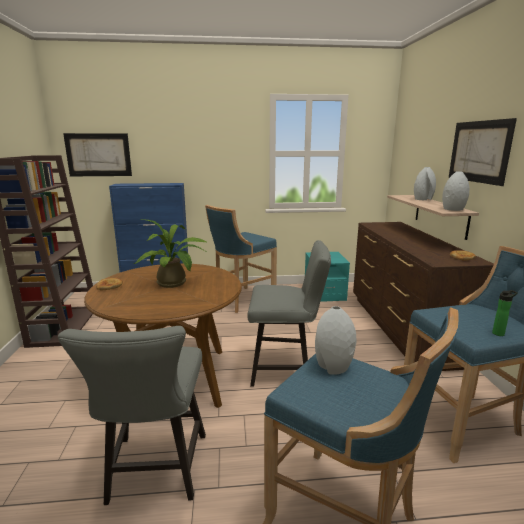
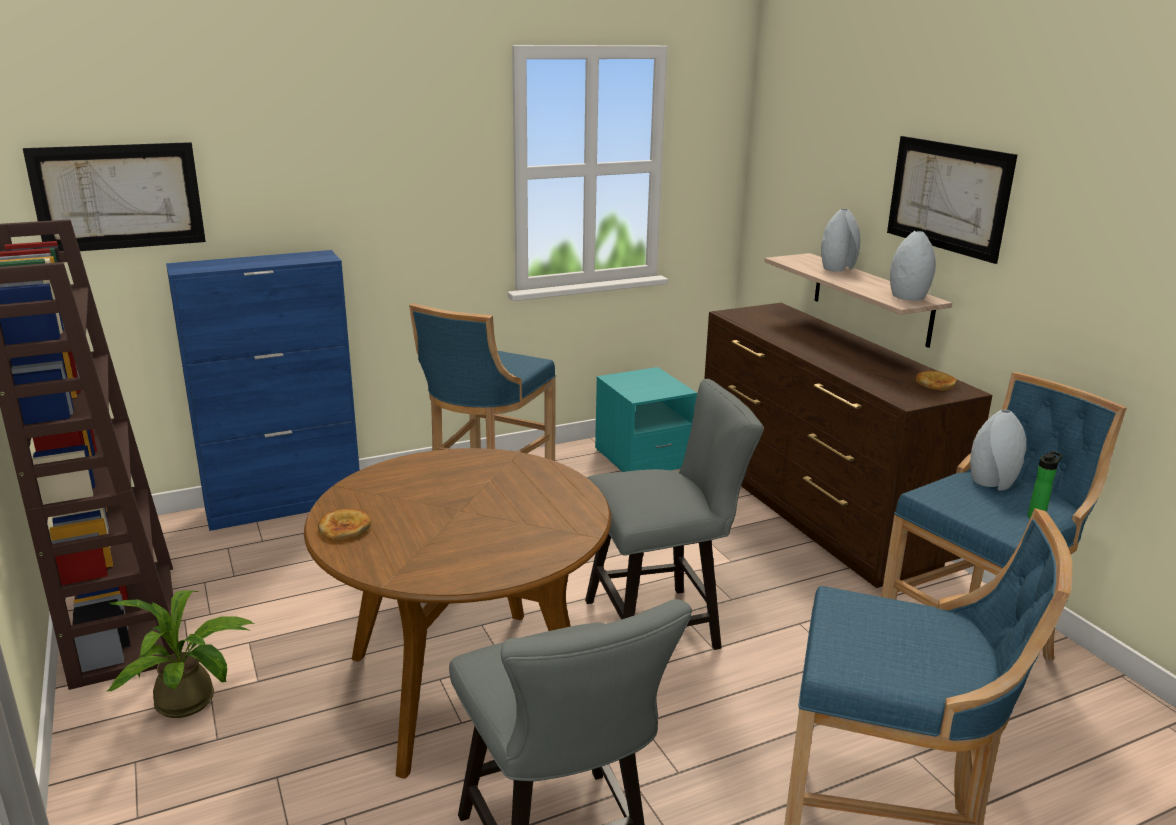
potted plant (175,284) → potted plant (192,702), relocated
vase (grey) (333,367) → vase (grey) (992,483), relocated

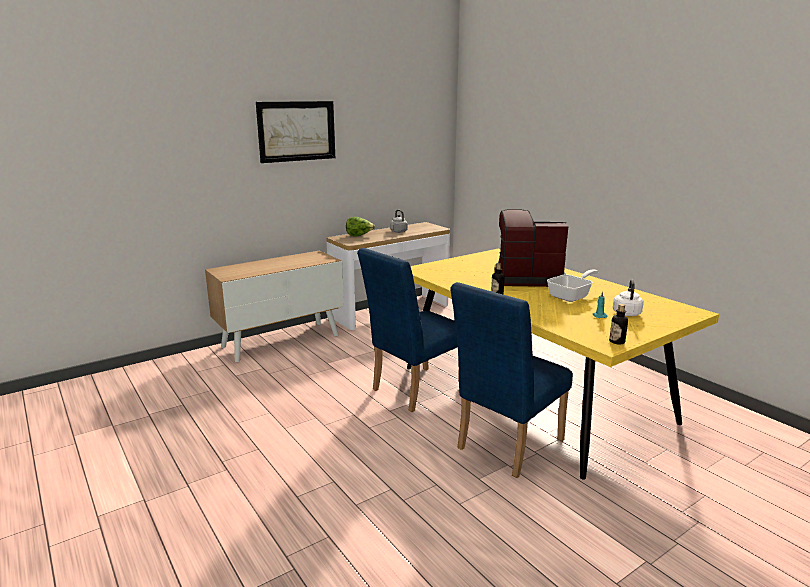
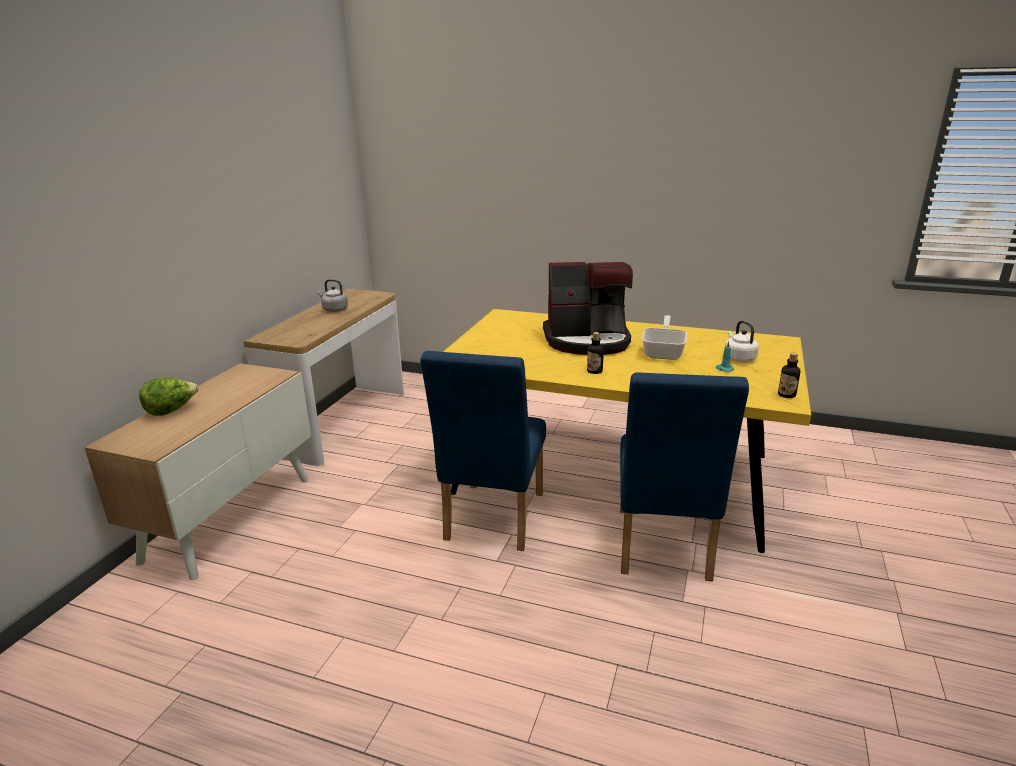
lettuce (359,236) → lettuce (171,411), relocated
coffee machine (527,278) → coffee machine (587,341), 150 degrees counterclockwise
picture (296,131) → -

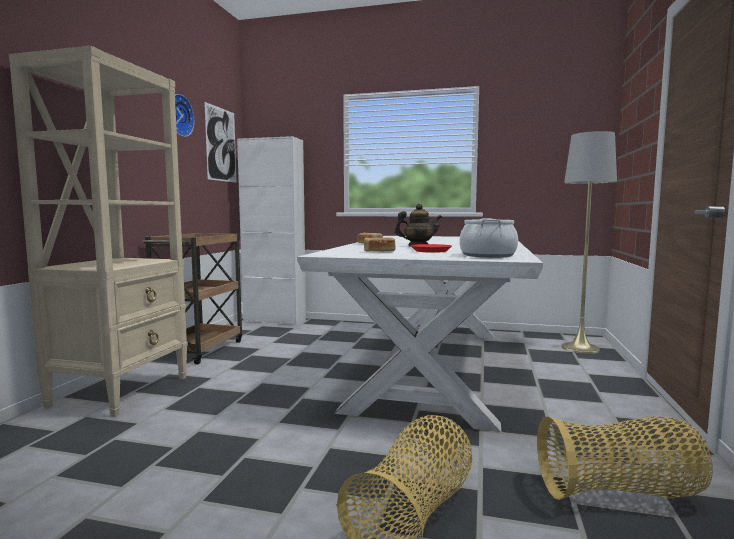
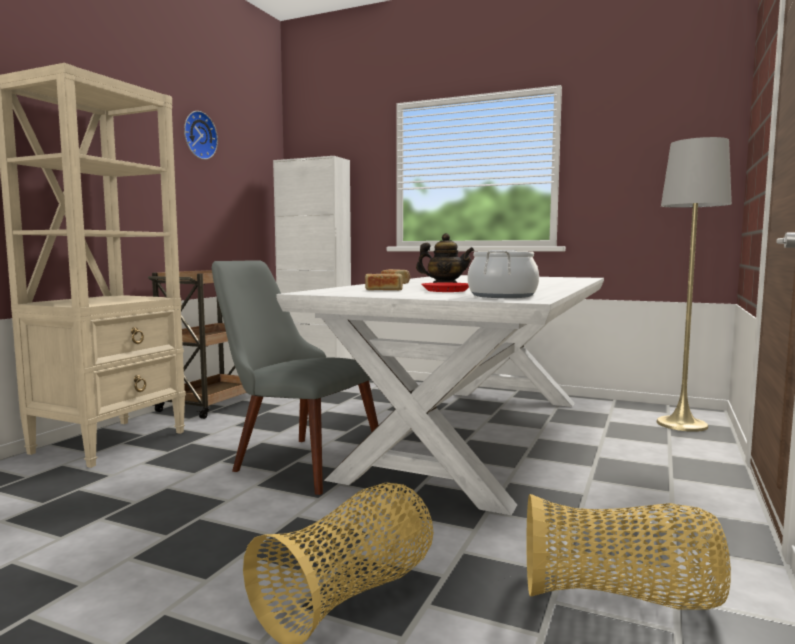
- → chair (grey) (294,460)
picture (221,144) → -

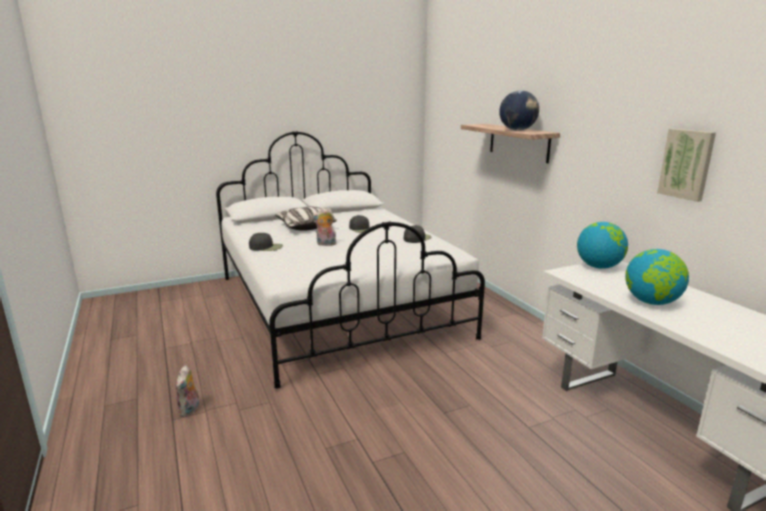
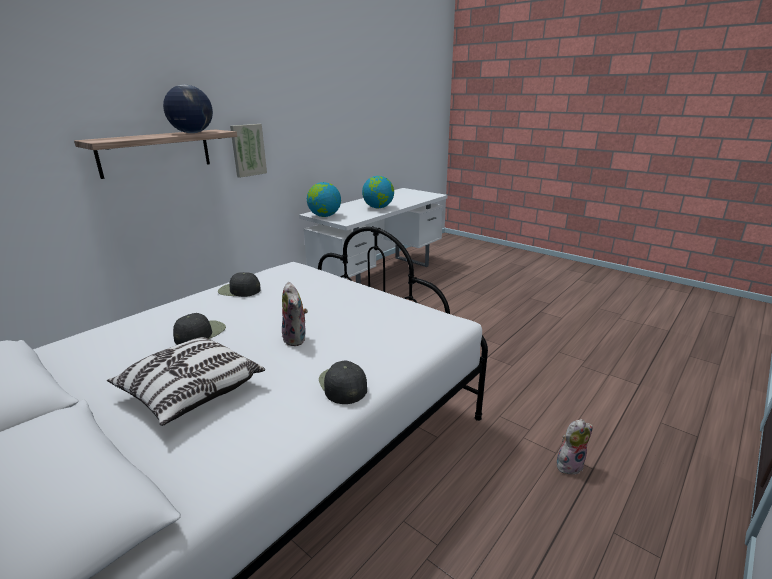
picture (687,164) → picture (248,150), relocated

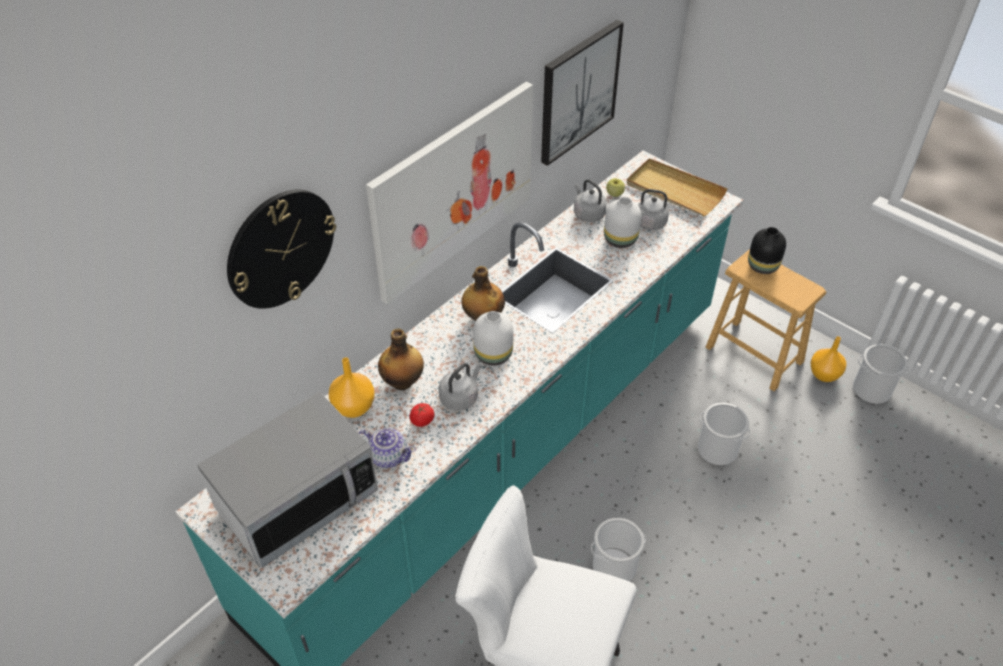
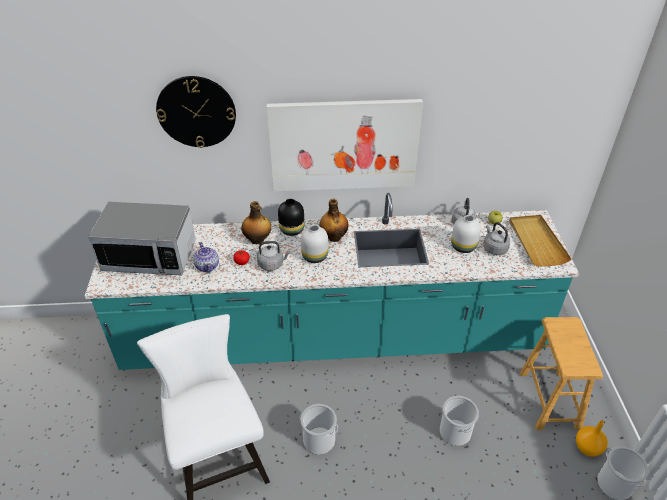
vase (black) (762,266) → vase (black) (291,230), relocated
vase (orange) (354,406) → -
picture (578,92) → -

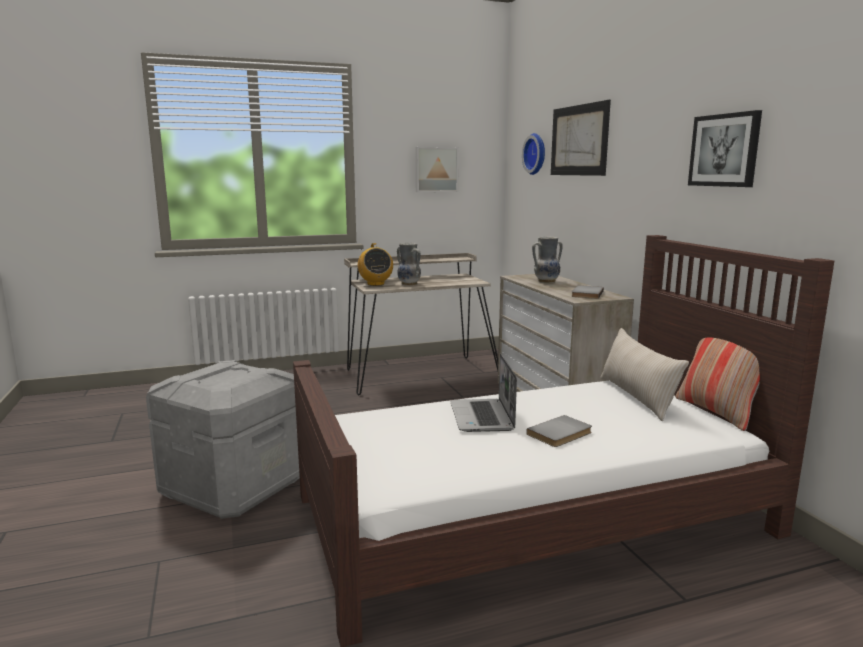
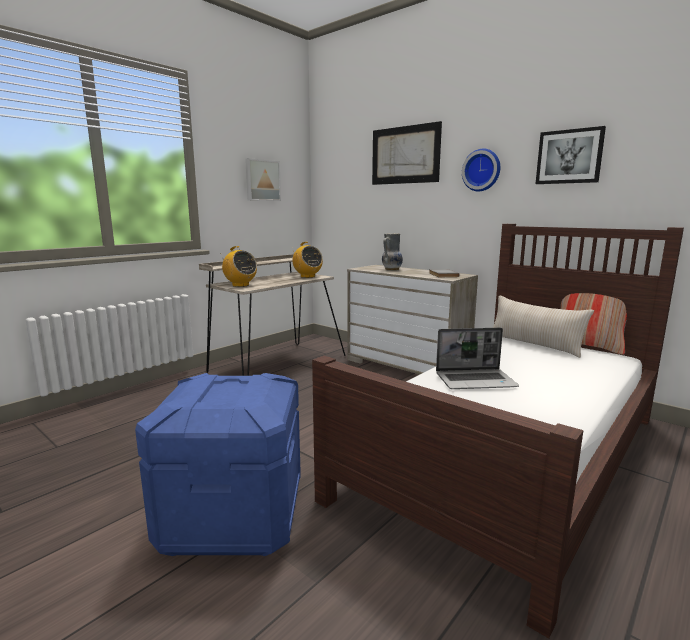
storage box (grey) (233,486) → storage box (blue) (232,515)
- → radio (307,276)
laptop (482,417) → laptop (476,380), 60 degrees counterclockwise
wall clock (536,154) → wall clock (482,170), relocated
vase (408,284) → -
book (grey) (561,434) → -

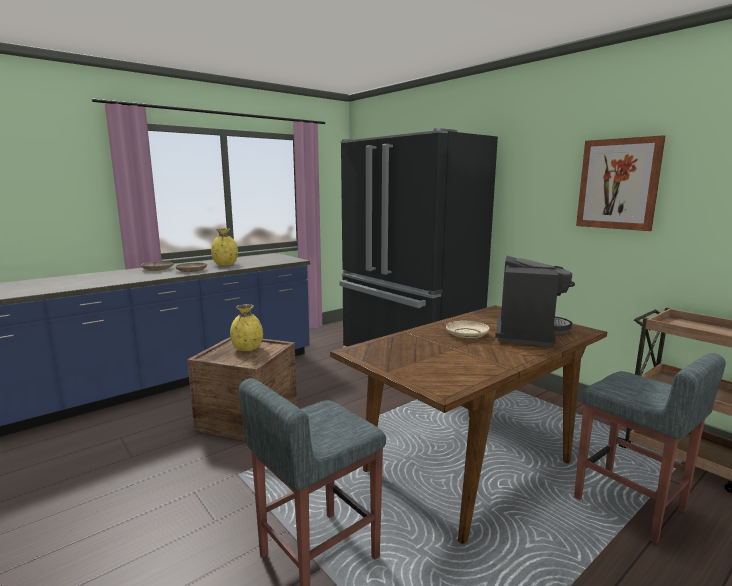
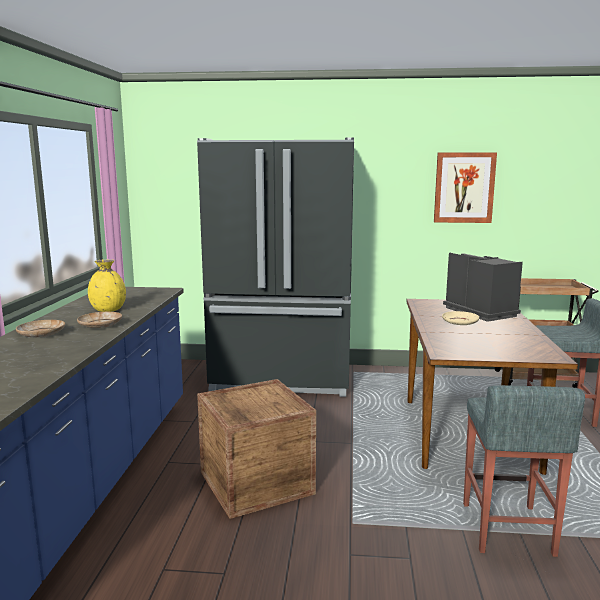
vase (yellow) (247,349) → -

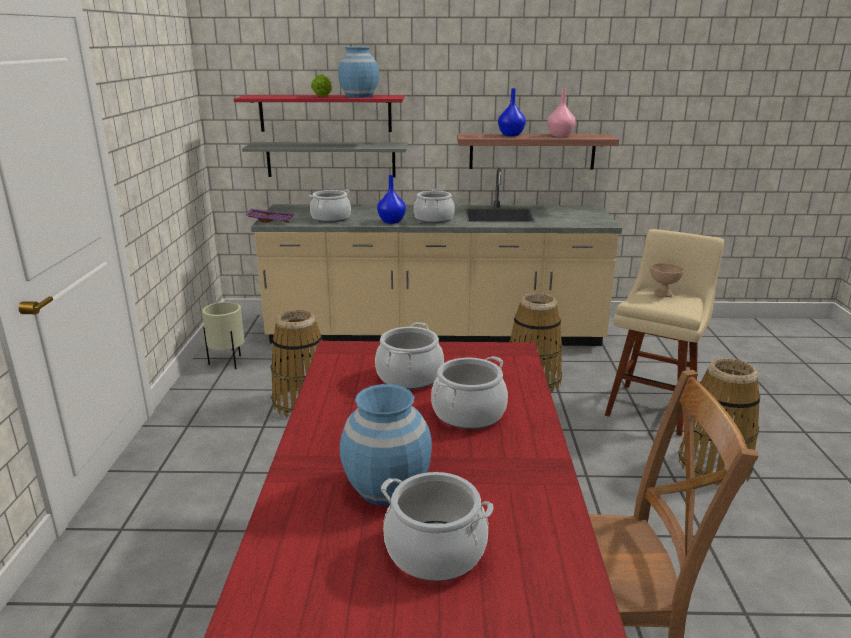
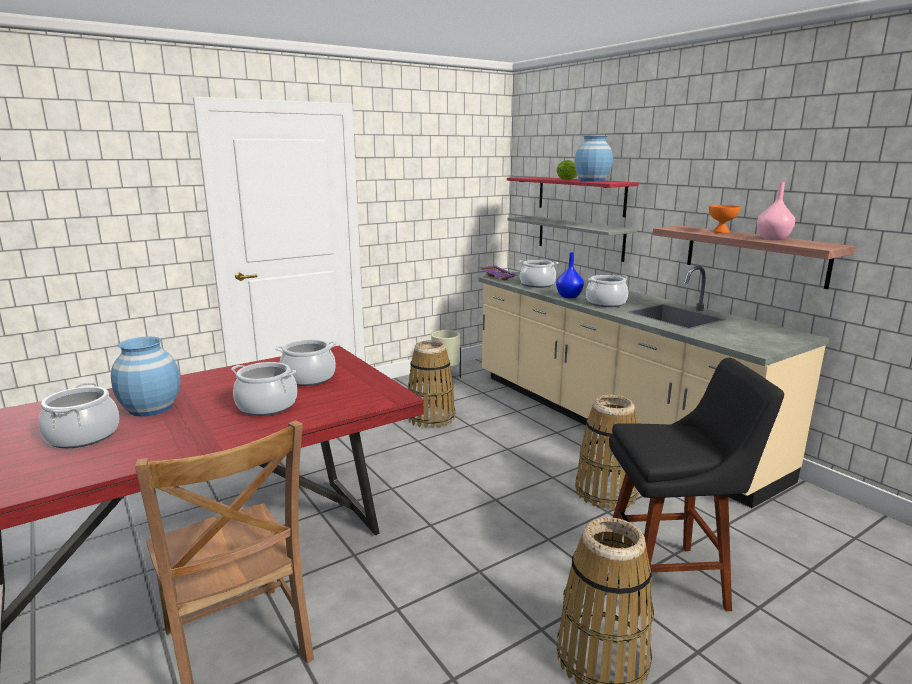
stool (beige) (653,406) → stool (black) (670,579)
vase (blue) (511,135) → bowl (orange) (721,232)
bowl (beige) (662,294) → -

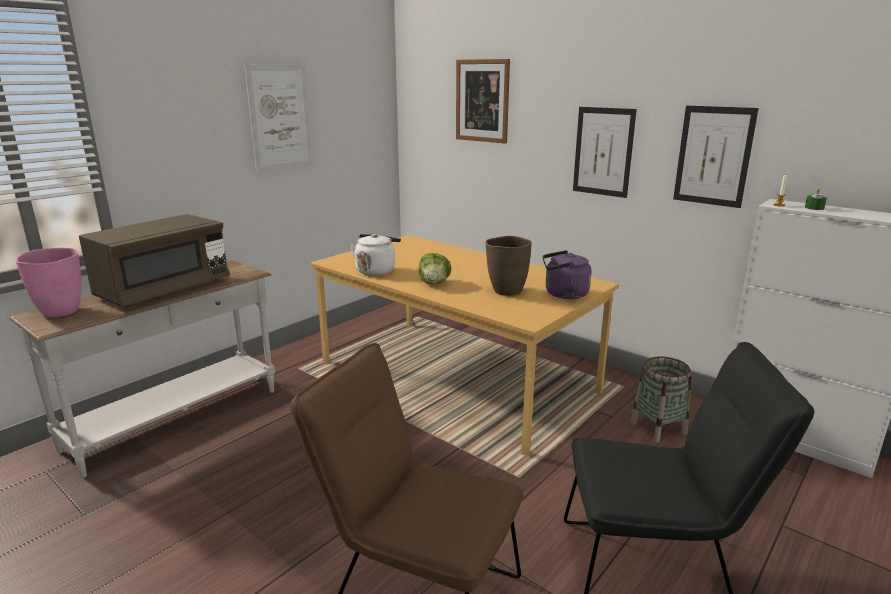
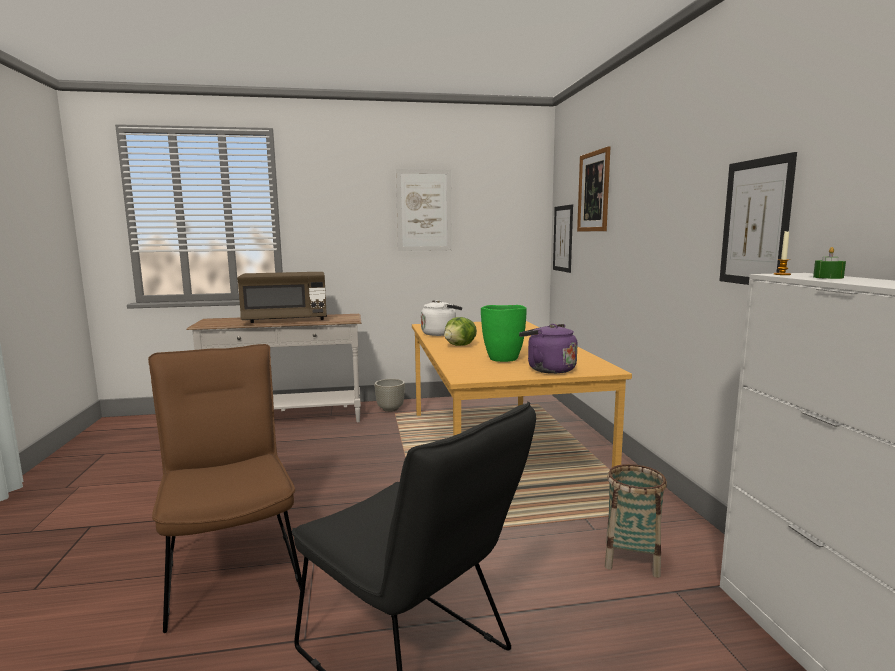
- → planter (grey) (390,409)
vase (brown) (506,291) → vase (green) (502,359)
picture (603,152) → picture (563,238), relocated
vase (pink) (61,312) → -

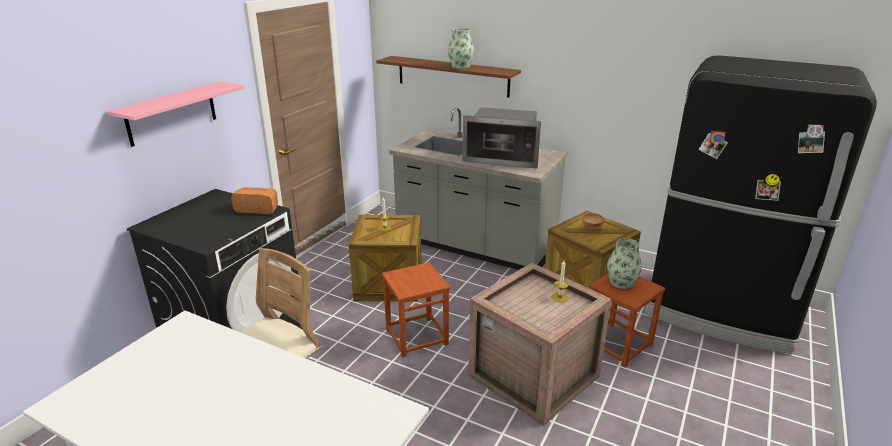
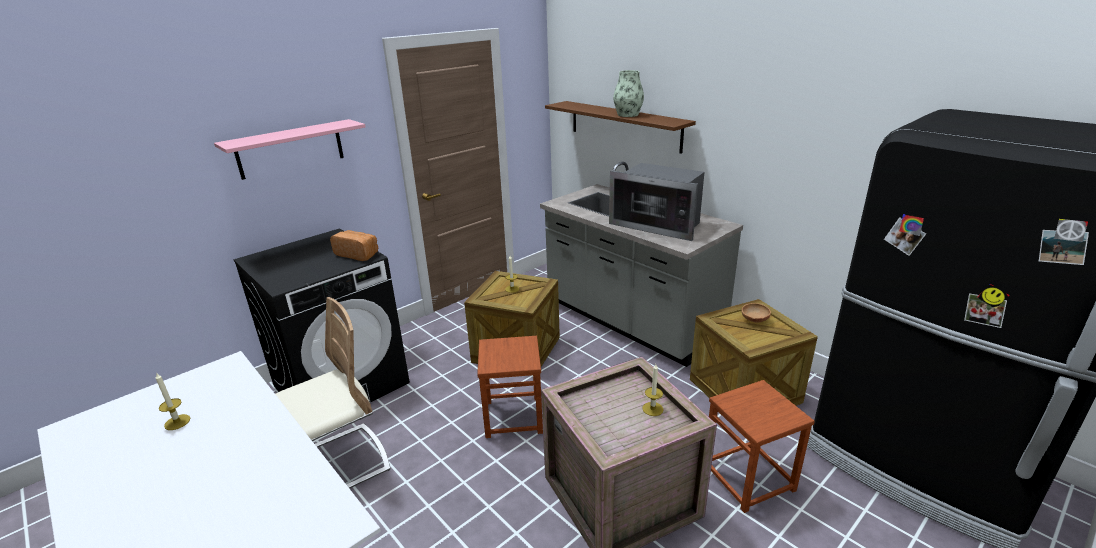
- → candle (177,422)
vase (621,282) → -

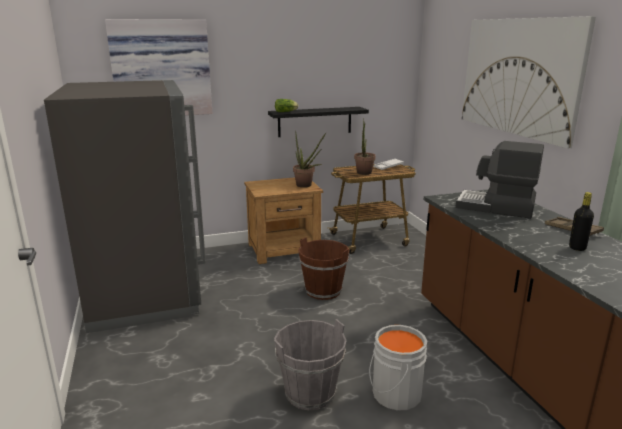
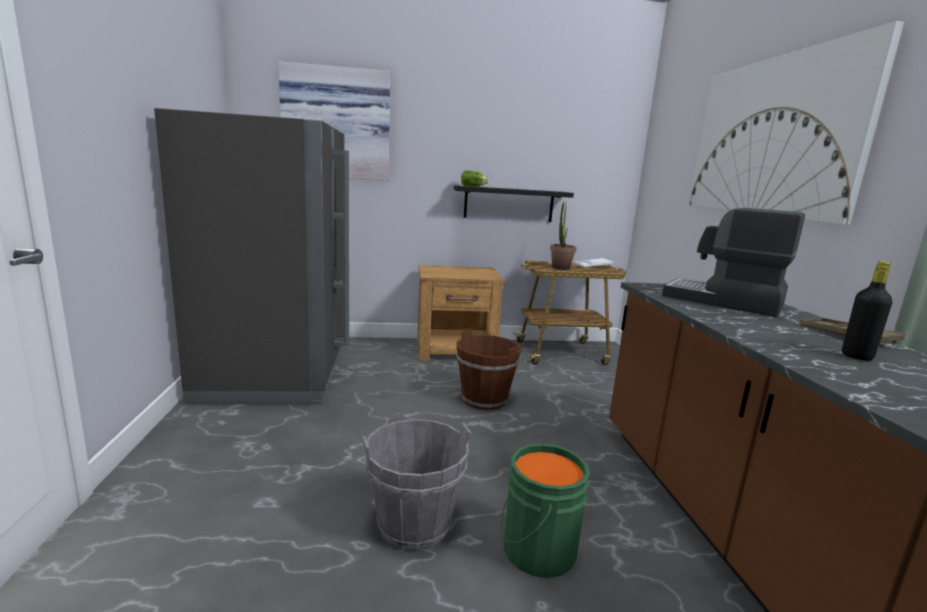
bucket (grey) (394,394) → bucket (green) (535,549)
potted plant (306,186) → -

